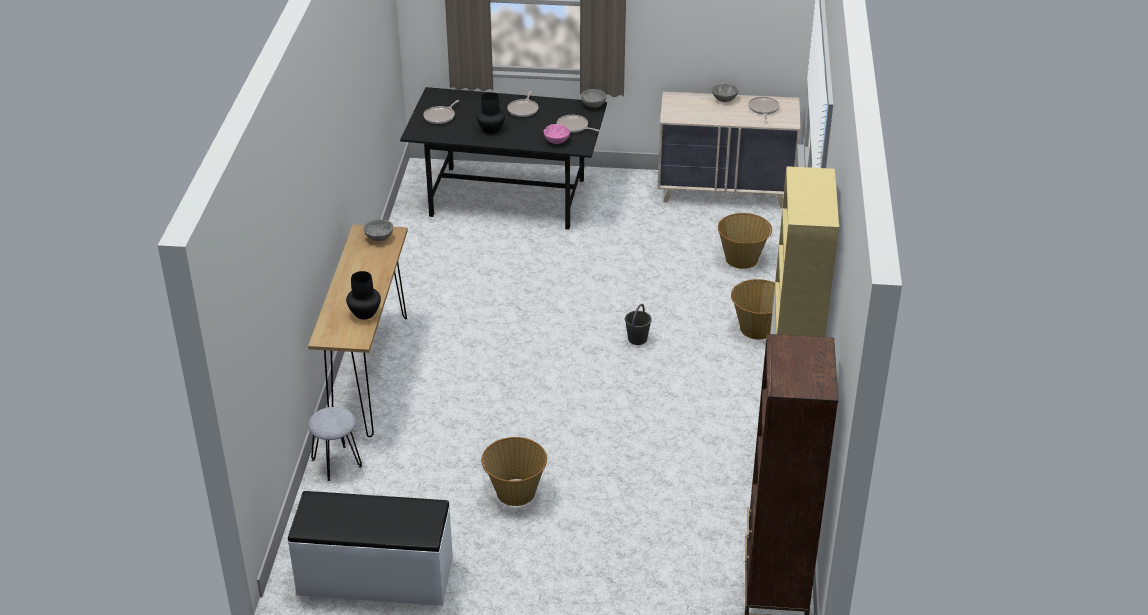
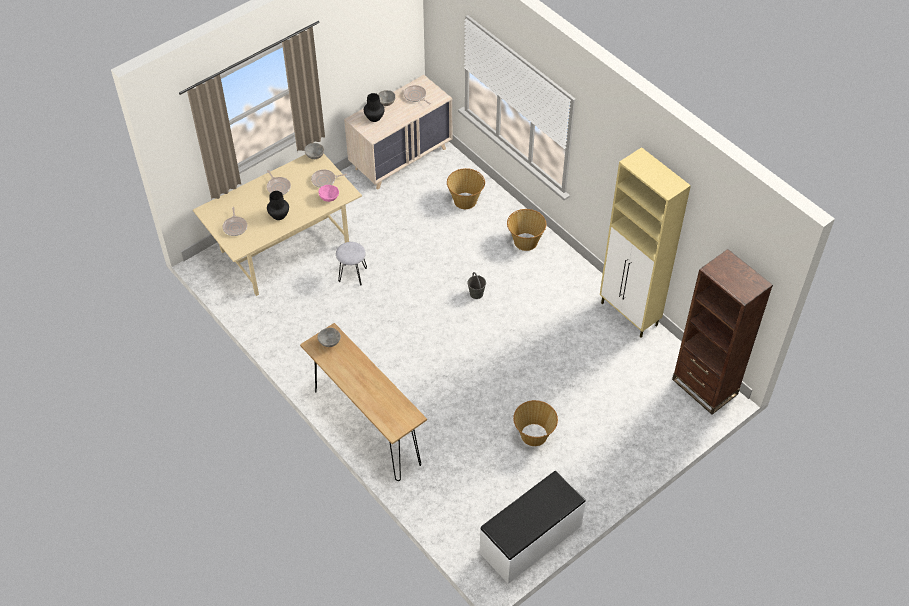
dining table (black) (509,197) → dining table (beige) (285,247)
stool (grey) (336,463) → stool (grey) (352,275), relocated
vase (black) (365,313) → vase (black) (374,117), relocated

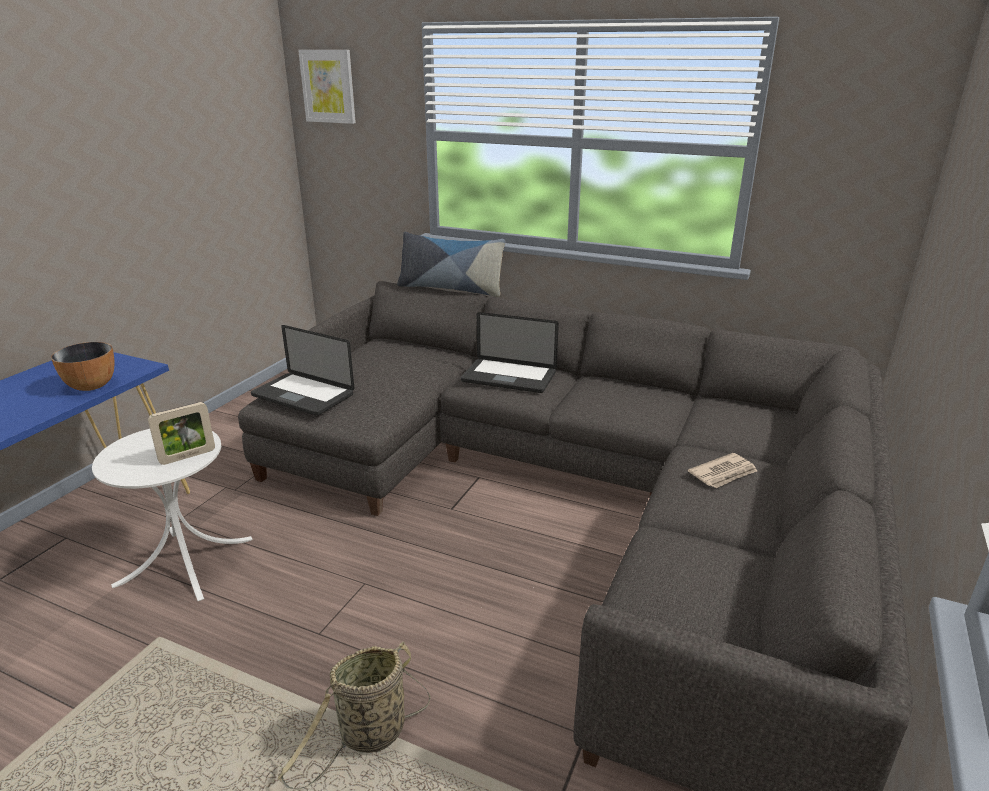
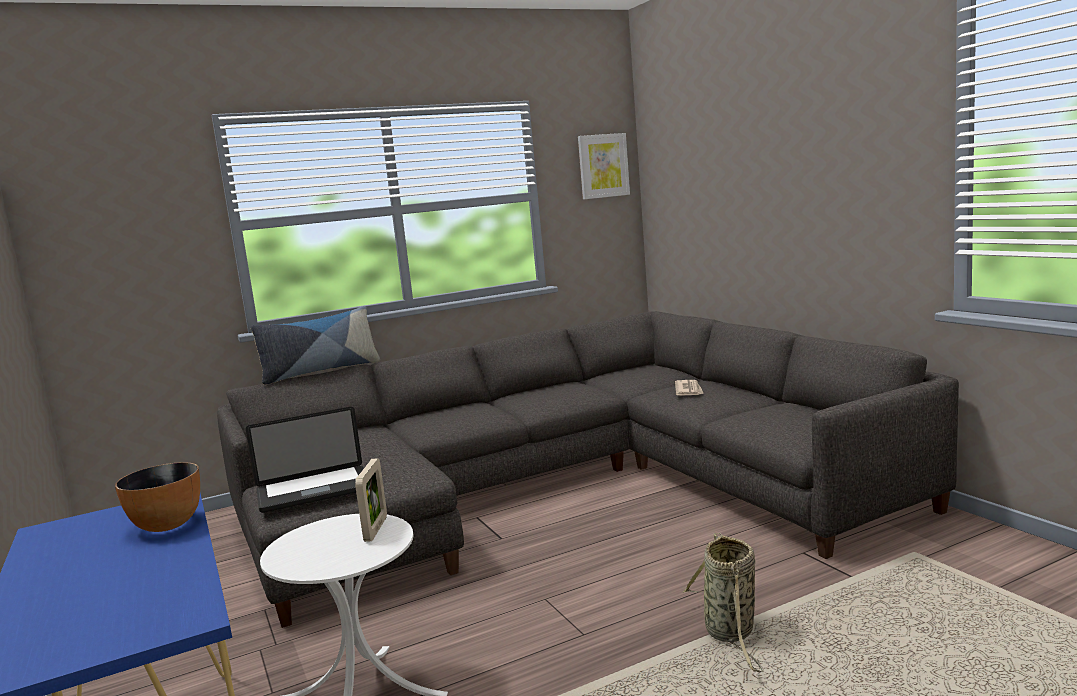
picture (328,86) → picture (603,166), relocated
laptop (509,377) → -

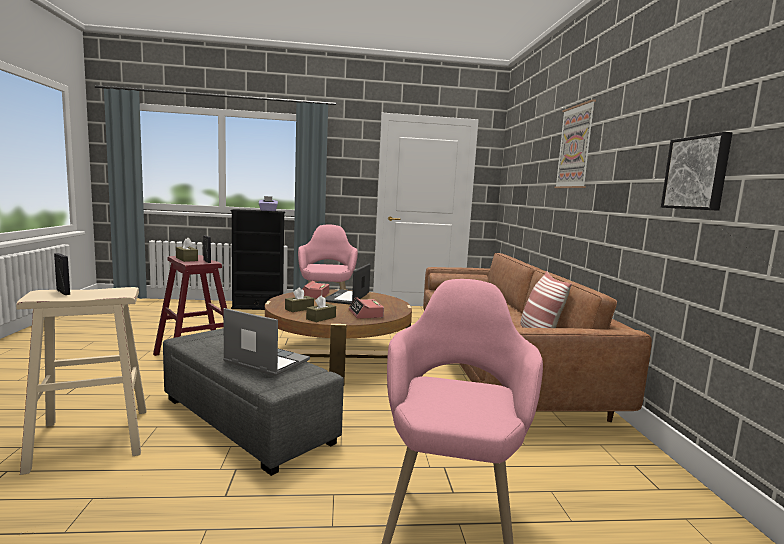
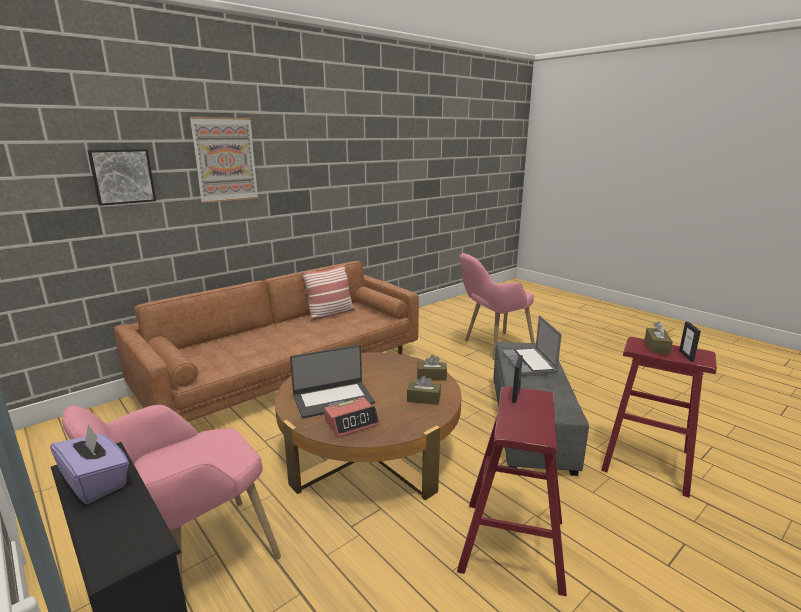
picture (697,173) → picture (122,176), relocated
stool (beige) (91,438) → stool (red) (646,460)
tissue box (brown) (186,259) → tissue box (brown) (656,347), relocated
alarm clock (365,314) → -

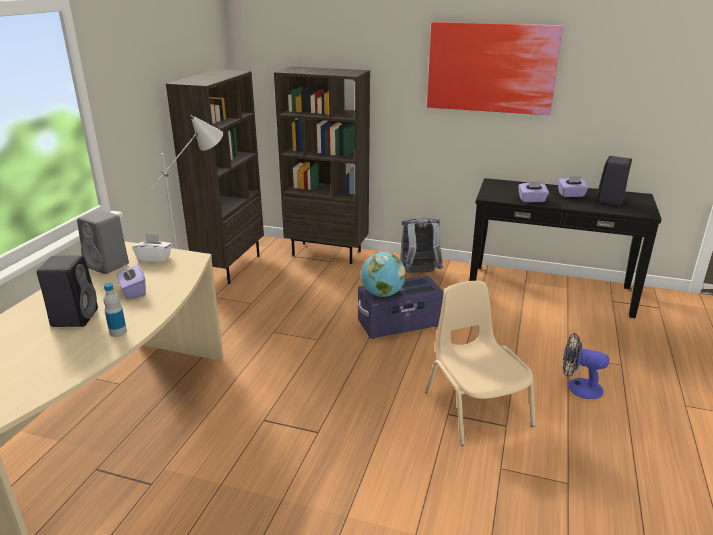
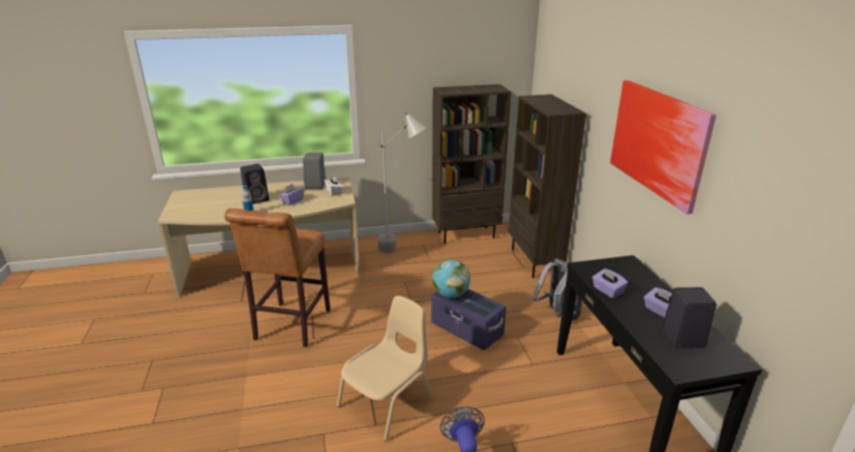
- → stool (brown) (290,327)

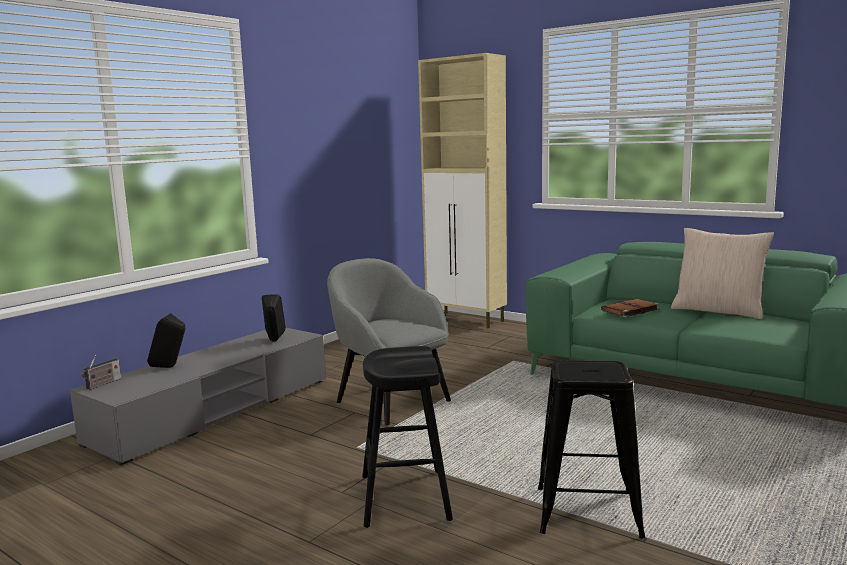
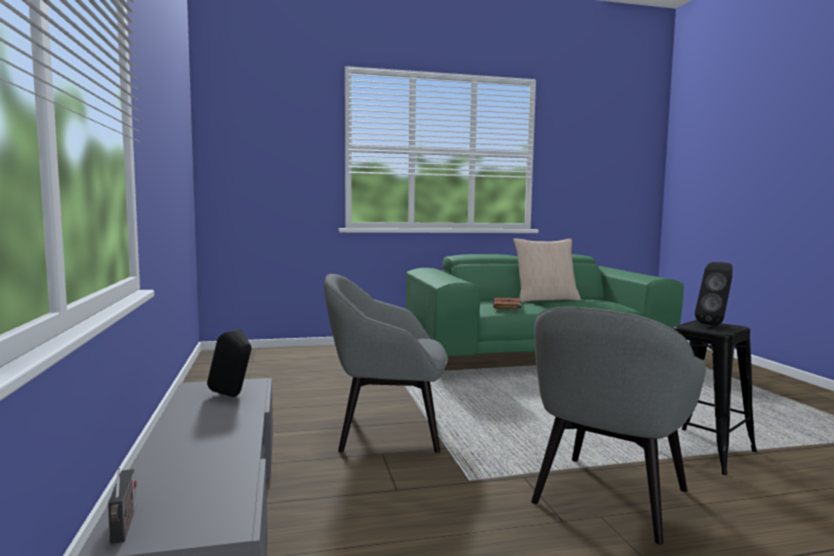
stool (black) (404,497) → armchair (grey) (609,498)
speaker (black) (170,367) → speaker (black) (715,325), relocated
cabinet (beige) (467,320) → -

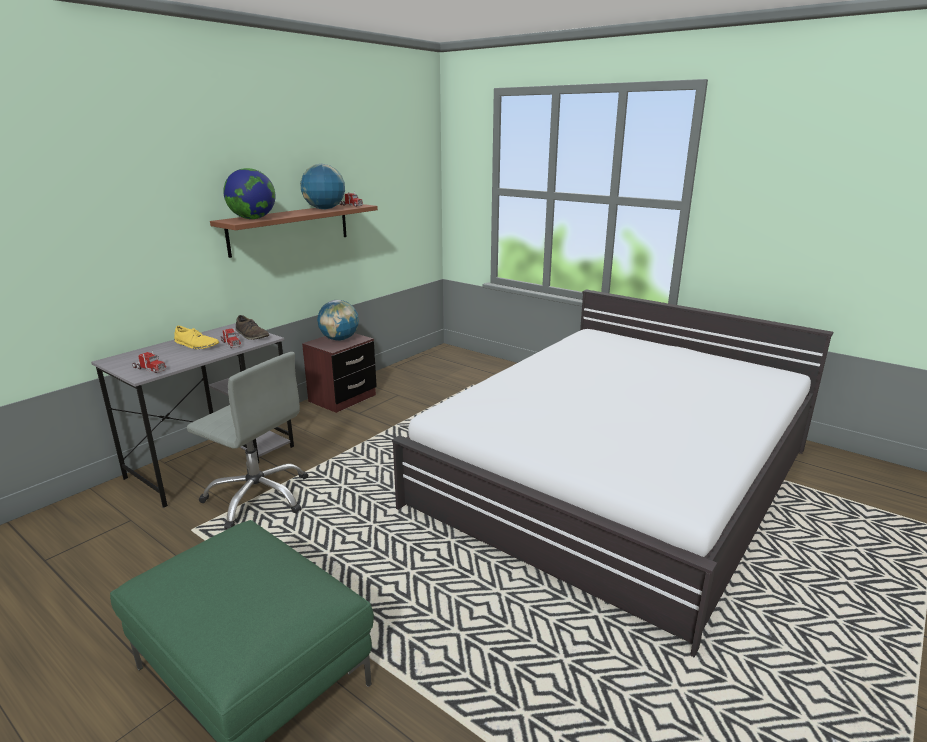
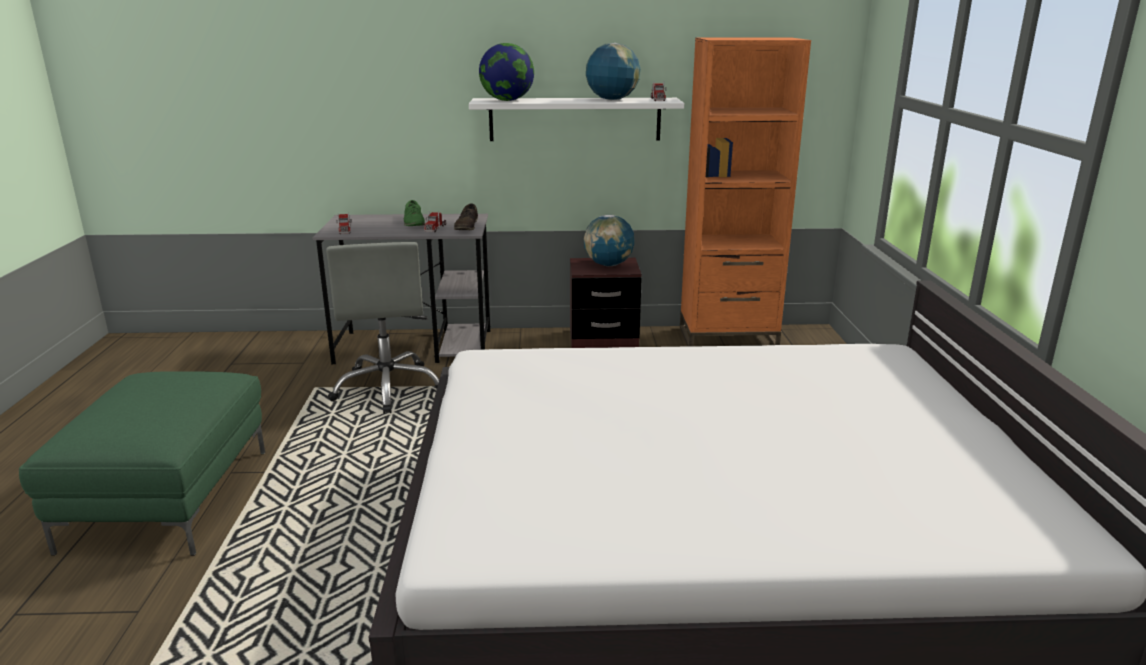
shoe (yellow) (196,345) → shoe (green) (414,222)
shelf (brown) (290,228) → shelf (white) (575,119)
- → bookcase (orange) (728,338)

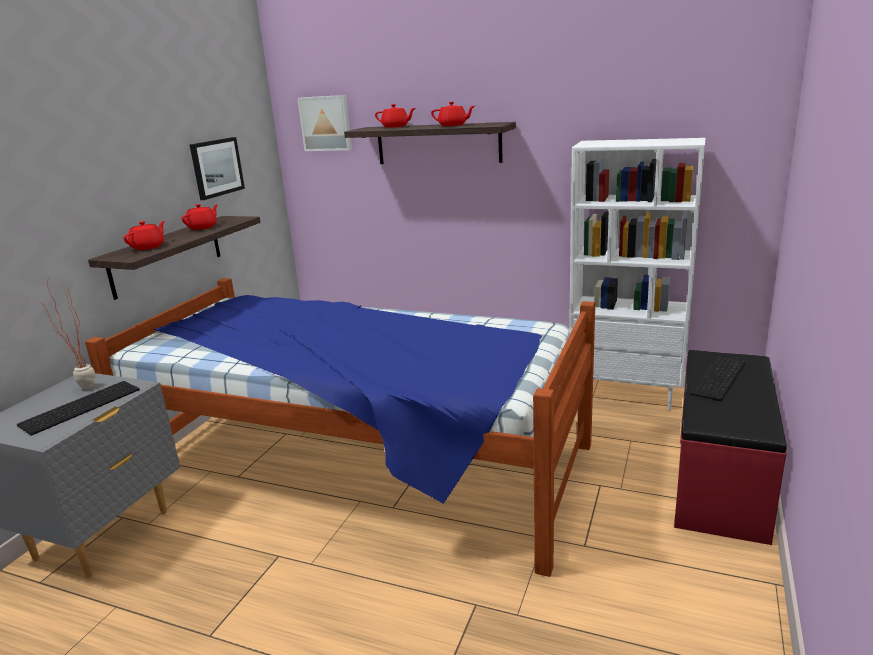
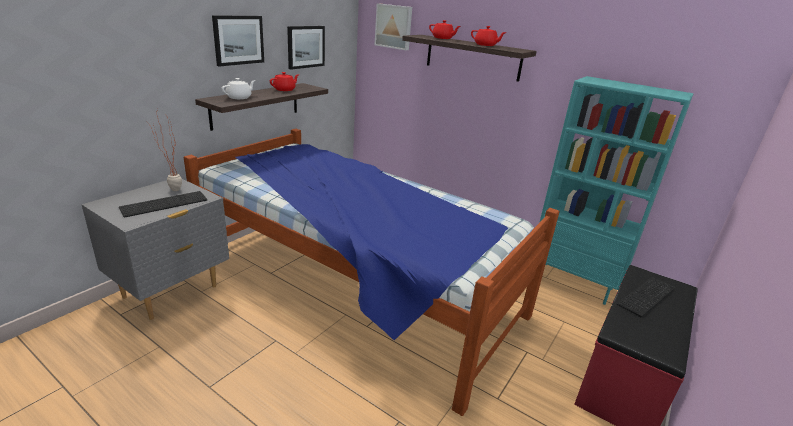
- → picture (238,40)
teapot (red) (148,247) → teapot (white) (239,97)
bookcase (white) (627,394) → bookcase (turquoise) (574,282)

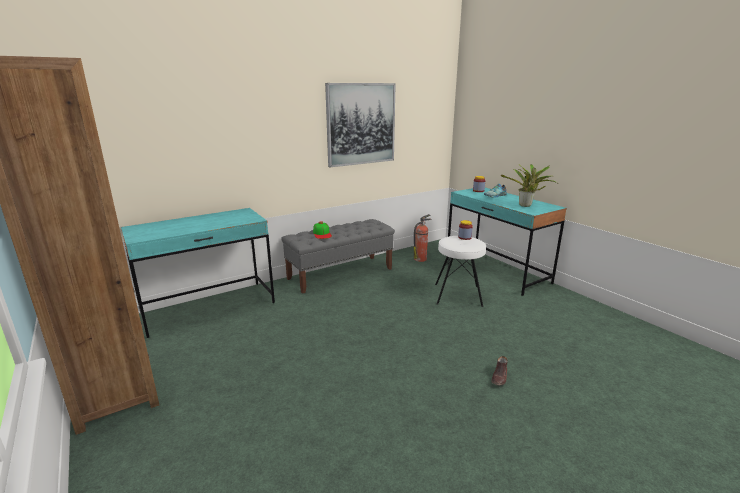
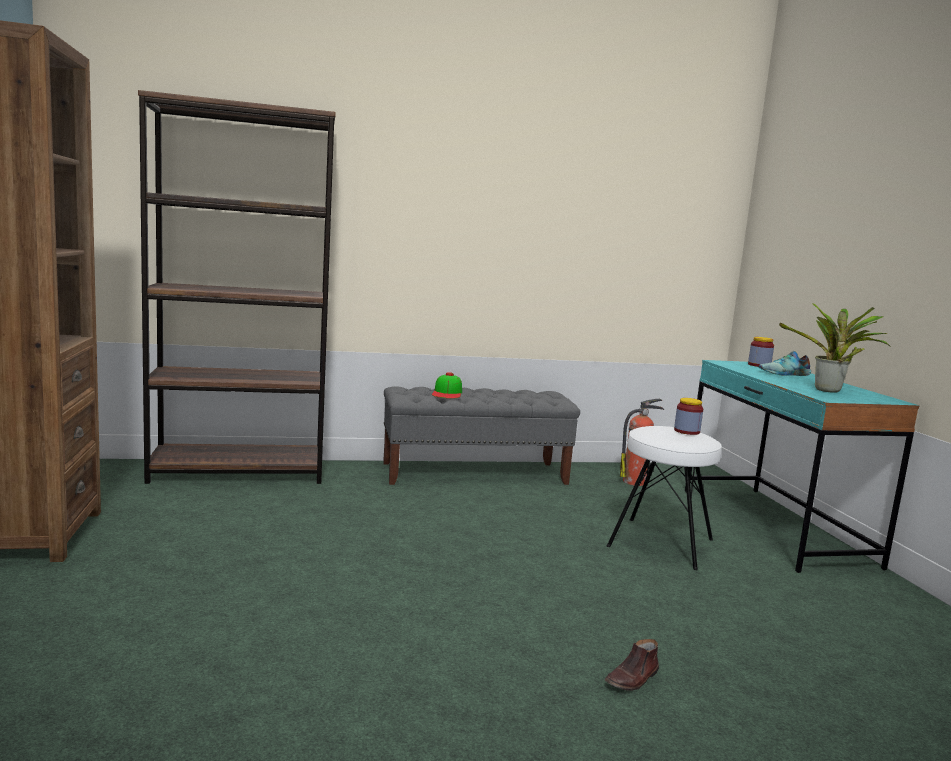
desk (turquoise) (209,307) → bookcase (brown) (239,472)
picture (361,124) → -

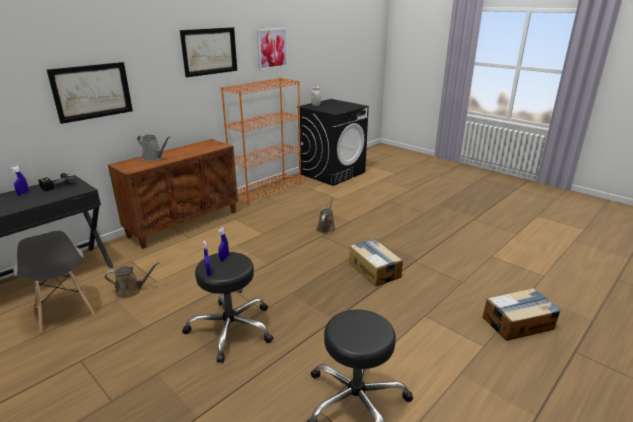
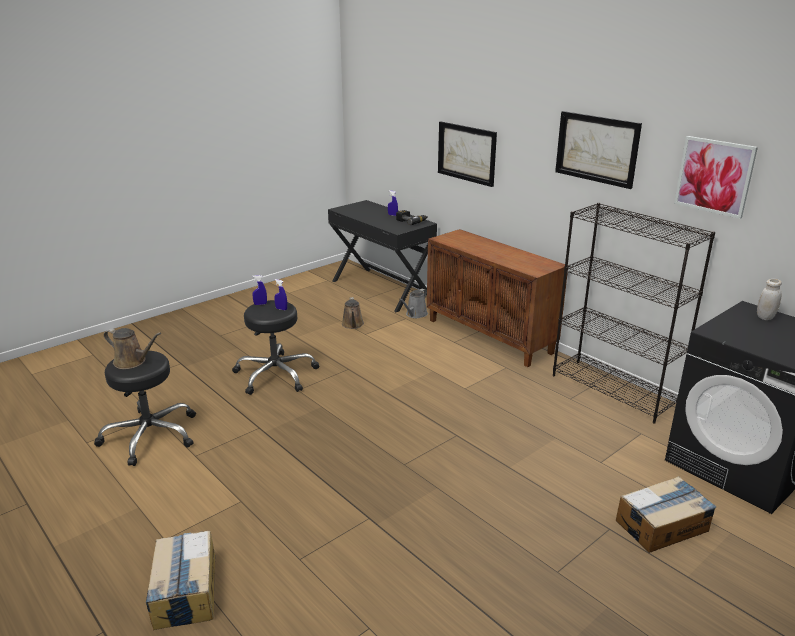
watering can (brown) (326,228) → watering can (brown) (132,362), relocated
watering can (grey) (154,158) → watering can (grey) (415,314), relocated
bookcase (orange) (267,190) → bookcase (black) (614,390)
cardboard box (374,269) → cardboard box (662,525), relocated
chair (grey) (64,311) → -

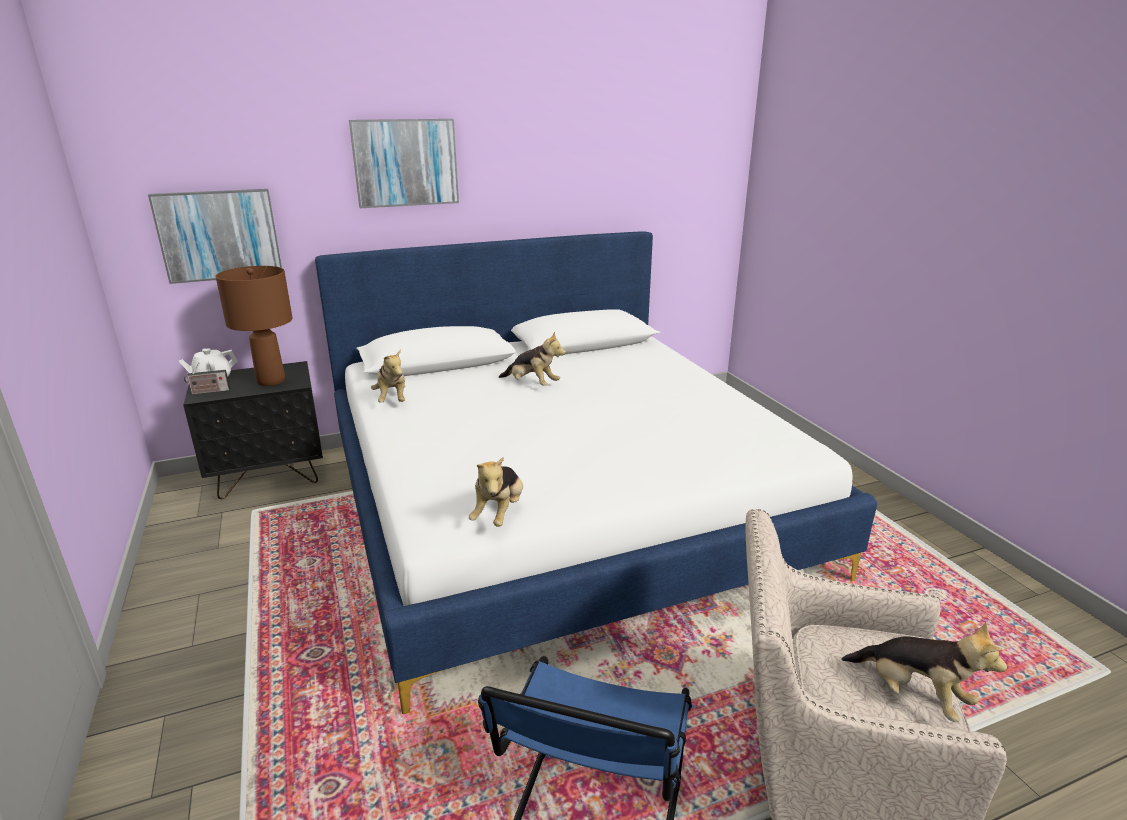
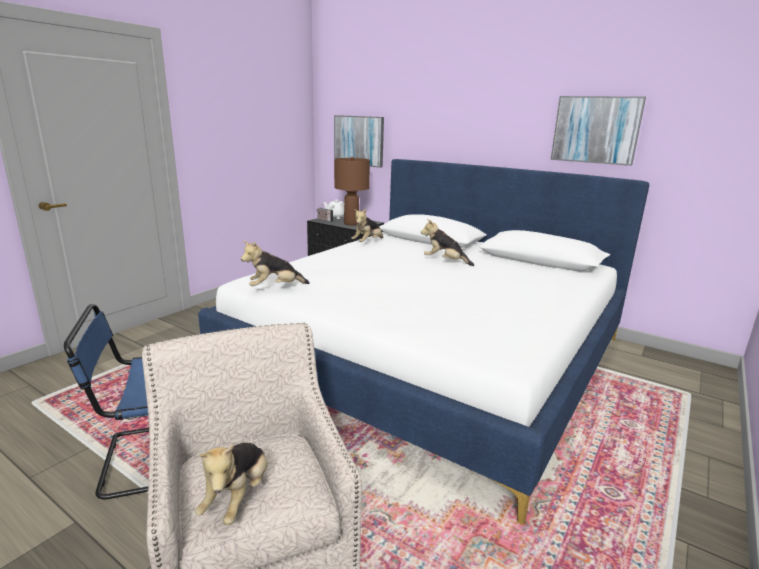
plush toy (532,384) → plush toy (445,261), 120 degrees clockwise
picture (405,163) → picture (595,130), relocated

